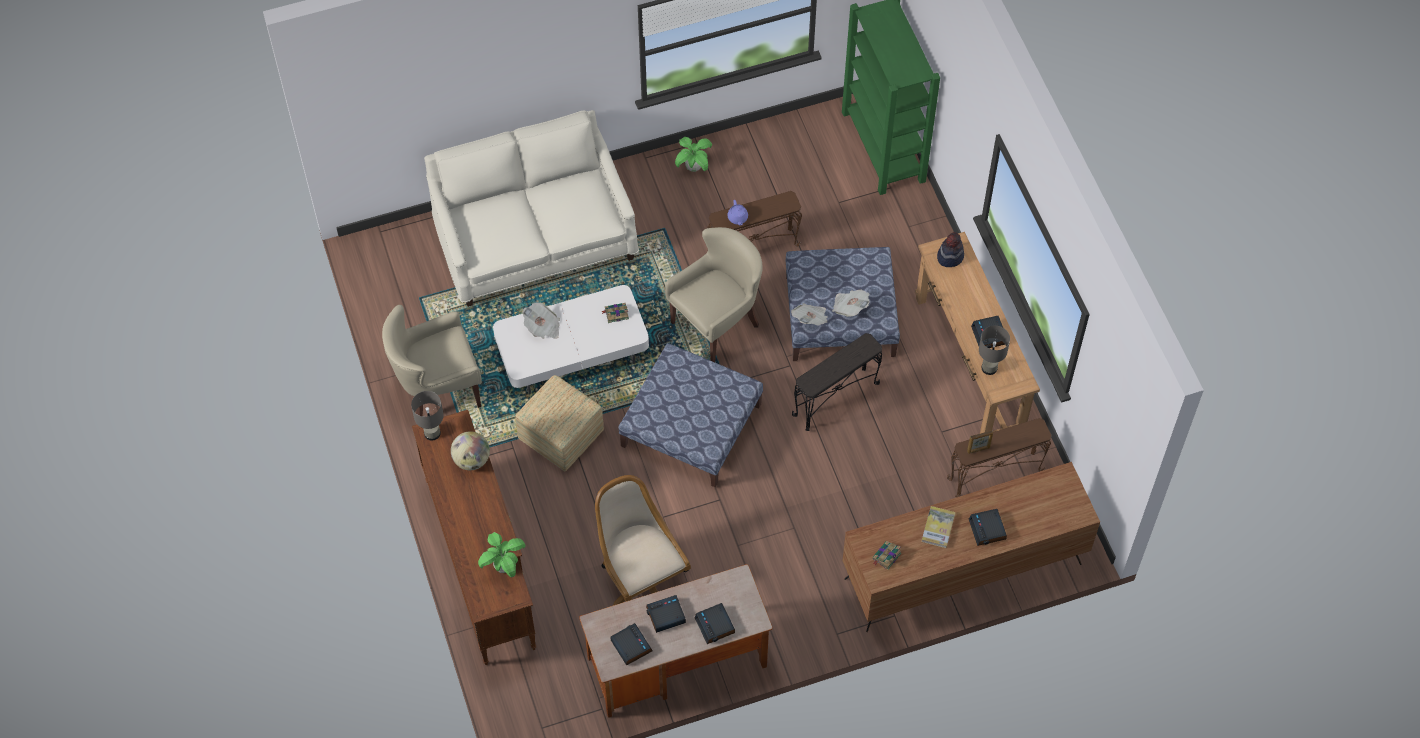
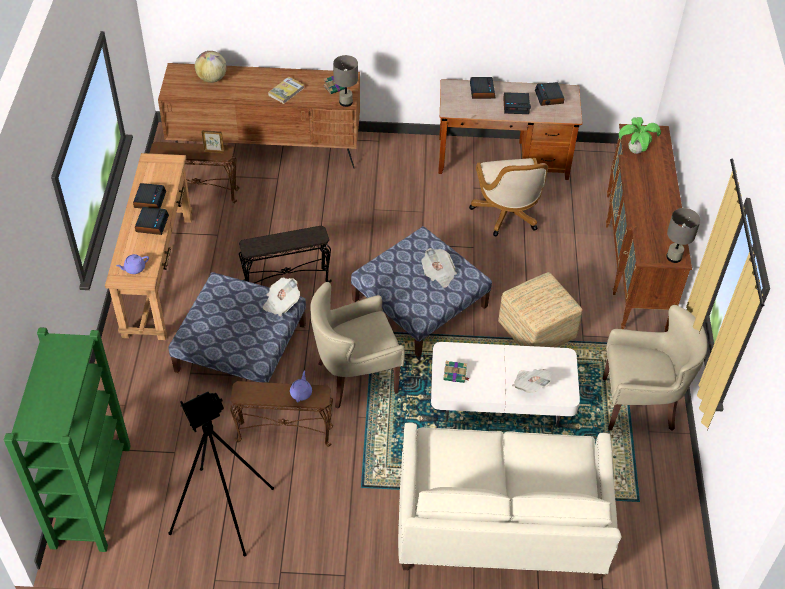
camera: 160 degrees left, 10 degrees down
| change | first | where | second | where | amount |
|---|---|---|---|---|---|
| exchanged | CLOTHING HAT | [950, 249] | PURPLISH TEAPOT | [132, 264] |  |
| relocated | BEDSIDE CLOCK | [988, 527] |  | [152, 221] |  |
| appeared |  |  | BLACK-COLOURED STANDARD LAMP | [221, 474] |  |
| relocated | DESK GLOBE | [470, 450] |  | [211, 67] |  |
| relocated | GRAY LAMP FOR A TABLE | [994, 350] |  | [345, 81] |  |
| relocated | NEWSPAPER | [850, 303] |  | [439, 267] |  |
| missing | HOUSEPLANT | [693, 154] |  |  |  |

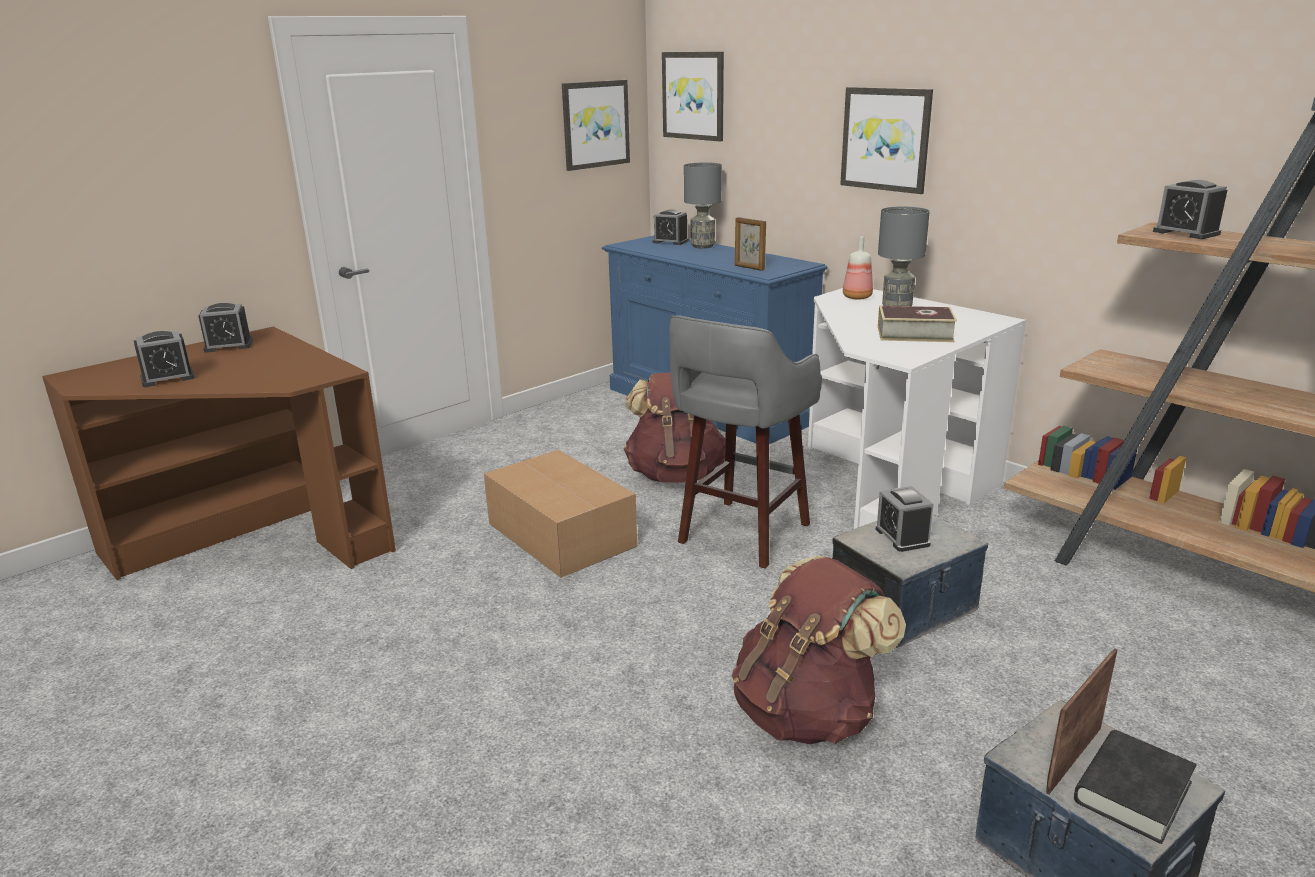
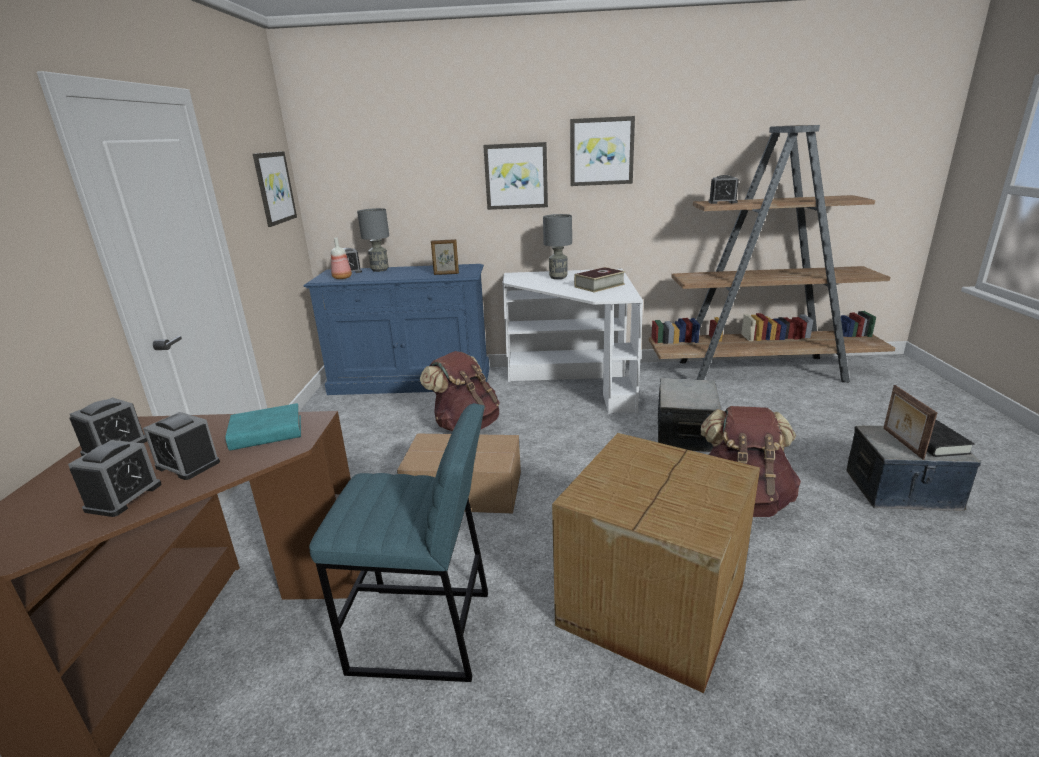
camera: 45 degrees left, 0 degrees up
| change | first | where | second | where | amount |
|---|---|---|---|---|---|
| relocated | BEDSIDE CLOCK | [905, 519] |  | [181, 446] |  |
| appeared |  |  | BLUE-GREEN VOLUME | [263, 427] |  |
| appeared |  |  | BLUE SITTING STOOL | [398, 542] |  |
| relocated | DRINK BOTTLE | [858, 267] |  | [341, 258] |  |
| appeared |  |  | CARTON | [656, 563] |  |
| relocated | WALL PICTURE | [693, 97] |  | [602, 151] |  |
| missing | GRAY SITTING STOOL | [745, 442] |  |  |  |

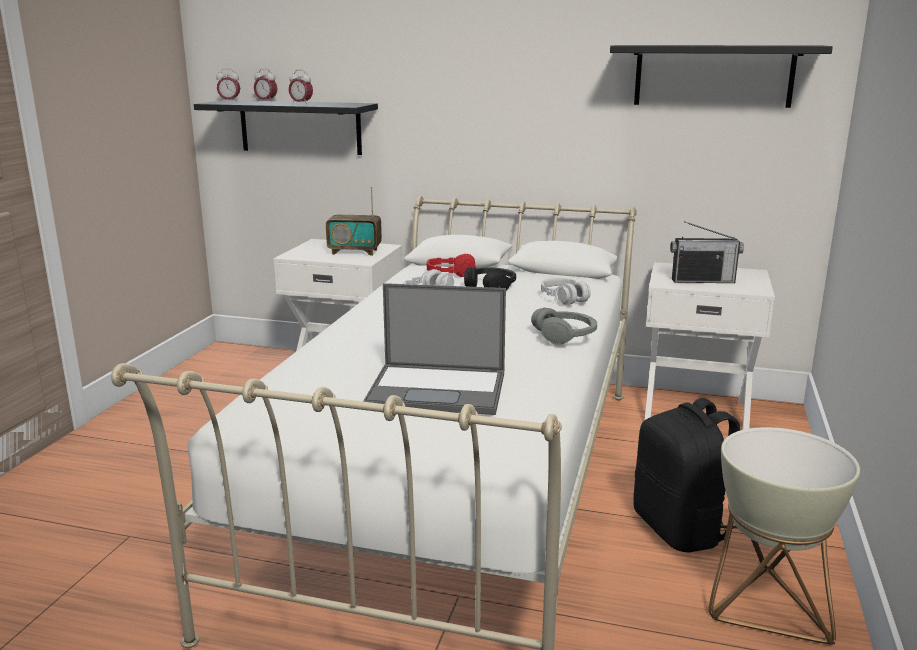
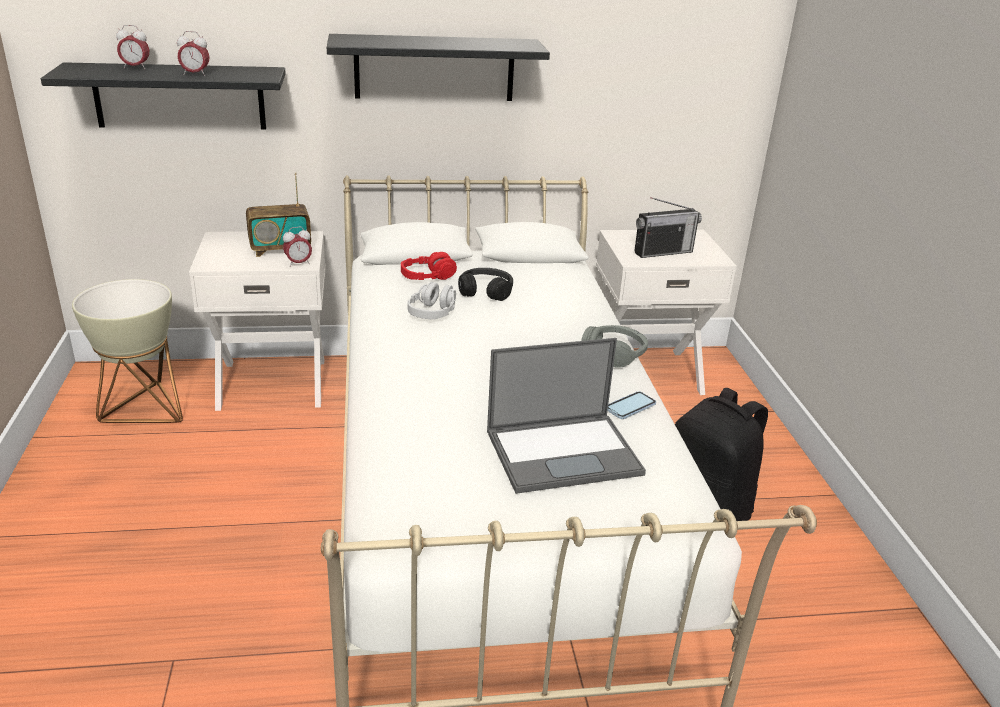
camera: 25 degrees left, 10 degrees up
| change | first | where | second | where | amount |
|---|---|---|---|---|---|
| relocated | PLANT POT | [784, 535] |  | [127, 351] |  |
| relocated | BEDSIDE CLOCK | [228, 85] |  | [297, 247] |  |
| relocated | BLACK-COLOURED BRACKET SHELF | [721, 76] |  | [438, 67] |  |
| appeared |  |  | TELEPHONE | [632, 405] |  |
| missing | GRAY PAIR OF HEADPHONES | [566, 291] |  |  |  |

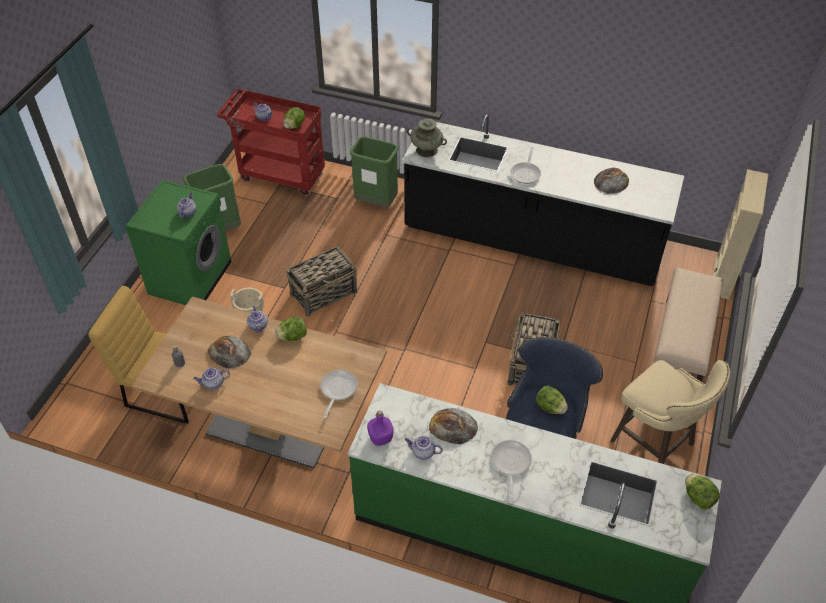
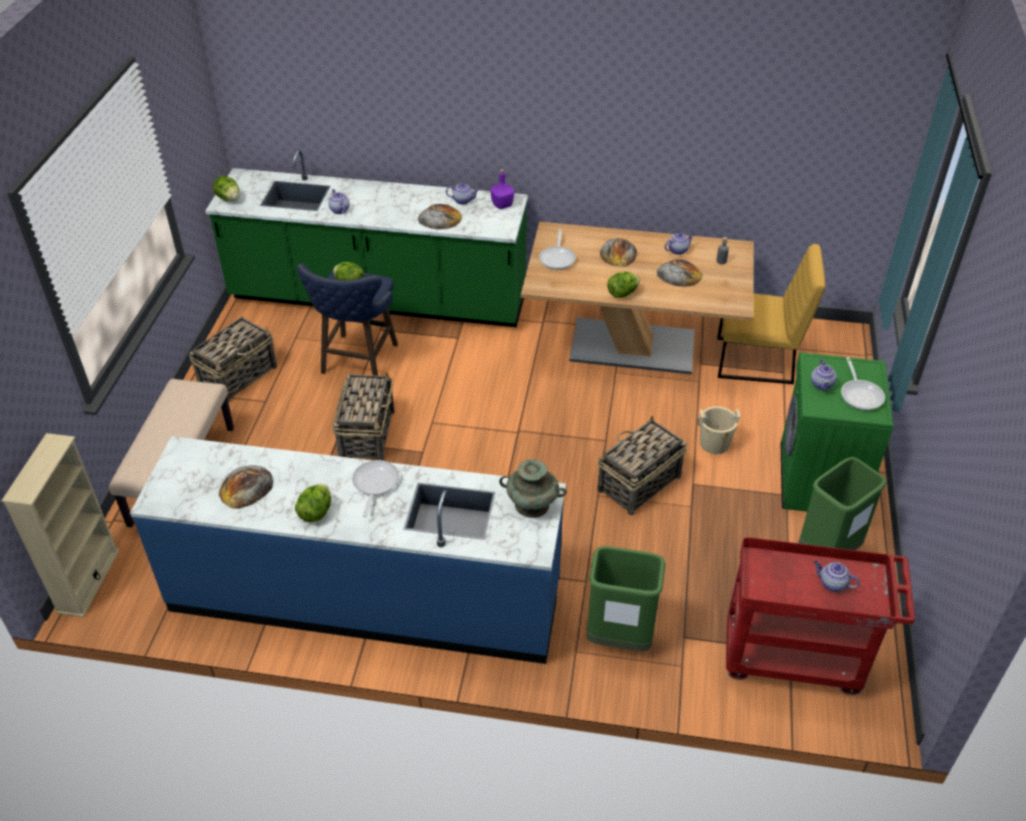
camera: 170 degrees right, 5 degrees down
| change | first | where | second | where | amount |
|---|---|---|---|---|---|
| colour | BLACK-COLOURED COUNTER | [543, 200] | BLUE COUNTER | [348, 550] |  |
| exchanged | BEIGE SITTING STOOL | [670, 412] | HOUSEHOLD BASKET | [233, 360] |  |
| relocated | LETTUCE | [294, 118] |  | [313, 503] |  |
| relocated | TEAPOT | [257, 319] |  | [339, 201] |  |
| appeared |  |  | BAKED BREAD | [618, 252] |  |
| relocated | SKILLET | [511, 469] |  | [863, 383] |  |

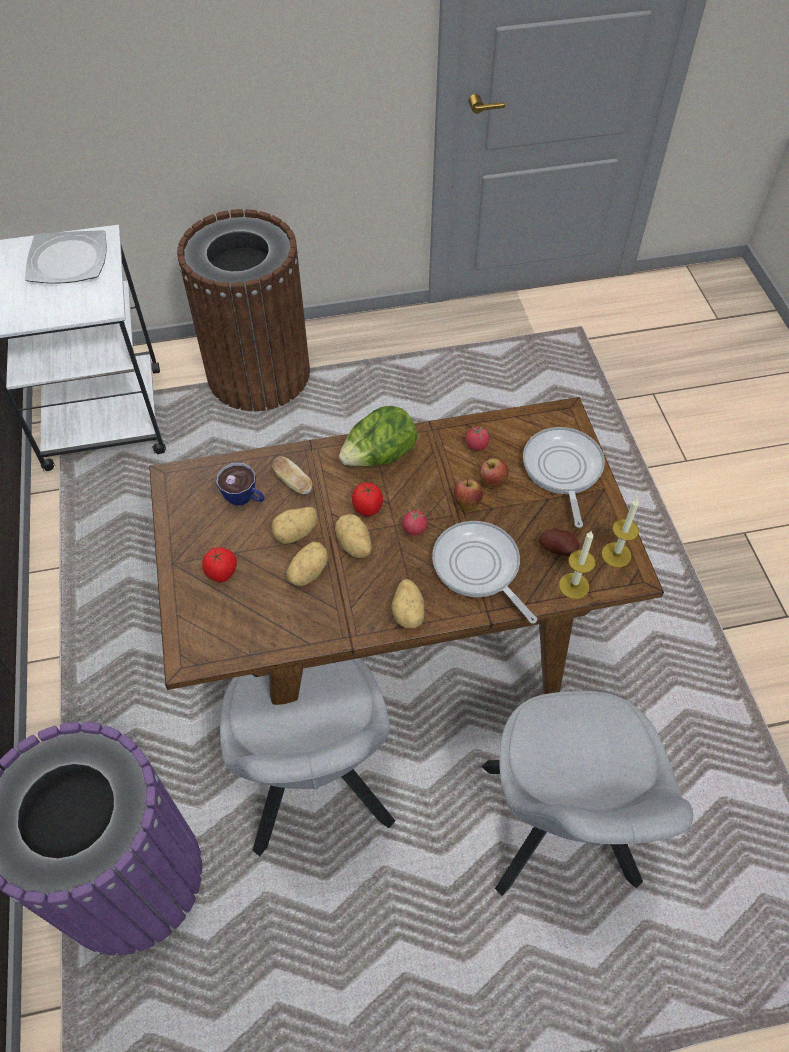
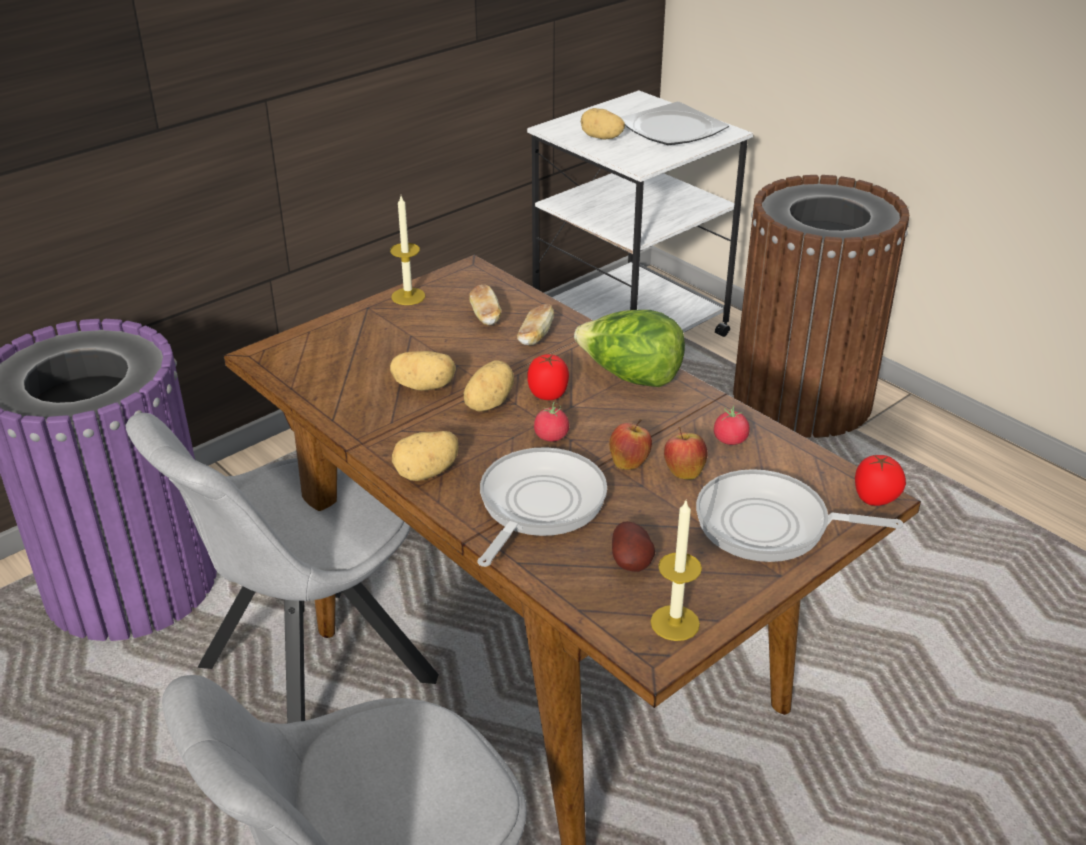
camera: 60 degrees right, 20 degrees down
| change | first | where | second | where | amount |
|---|---|---|---|---|---|
| relocated | WAX LIGHT | [577, 564] |  | [407, 250] |  |
| exchanged | SMALL CUP | [240, 484] | BAKED BREAD | [485, 304] |  |
| relocated | SPUD | [294, 525] |  | [603, 124] |  |
| spun | SKILLET | [564, 477] |  | [800, 515] | 135 degrees counterclockwise |
| relocated | FRESH TOMATO | [219, 564] |  | [880, 480] |  |

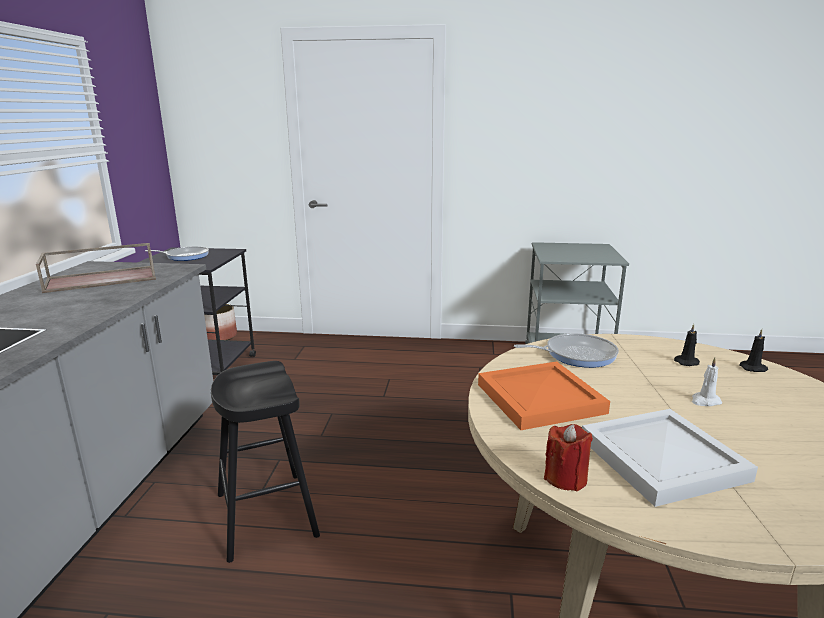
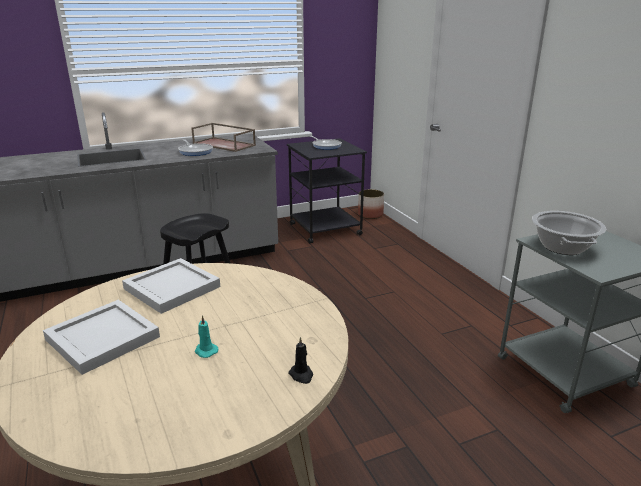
camera: 60 degrees right, 5 degrees up
| change | first | where | second | where | amount |
|---|---|---|---|---|---|
| colour | ORANGE SERVING TRAY | [544, 395] | WHITE SERVING TRAY | [171, 286] |  |
| relocated | SKILLET | [566, 350] |  | [195, 147] |  |
| colour | WHITE WAX LIGHT | [707, 381] | BLUE-GREEN WAX LIGHT | [206, 336] |  |
| appeared |  |  | STOCKPOT | [569, 233] |  |
| missing | RED WAX LIGHT | [568, 457] |  |  |  |
| missing | BLACK-COLOURED WAX LIGHT | [687, 345] |  |  |  |

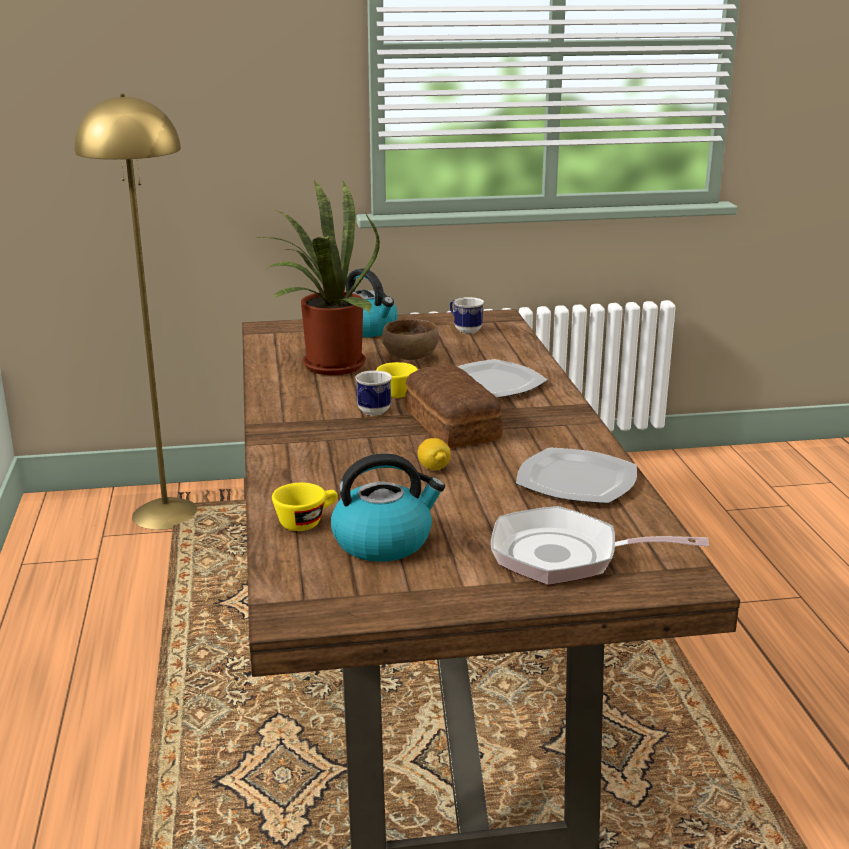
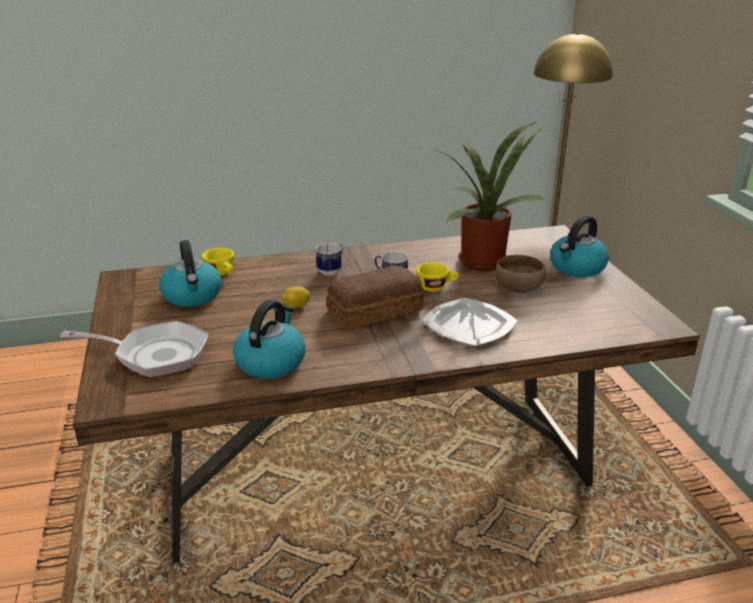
camera: 85 degrees right, 5 degrees up
| change | first | where | second | where | amount |
|---|---|---|---|---|---|
| spun | SKILLET | [600, 545] |  | [134, 349] | 90 degrees clockwise |
| exchanged | FLAT DISH | [576, 475] | KETTLE | [269, 339] |  |
| relocated | TEA MUG | [467, 315] |  | [329, 259] |  |

